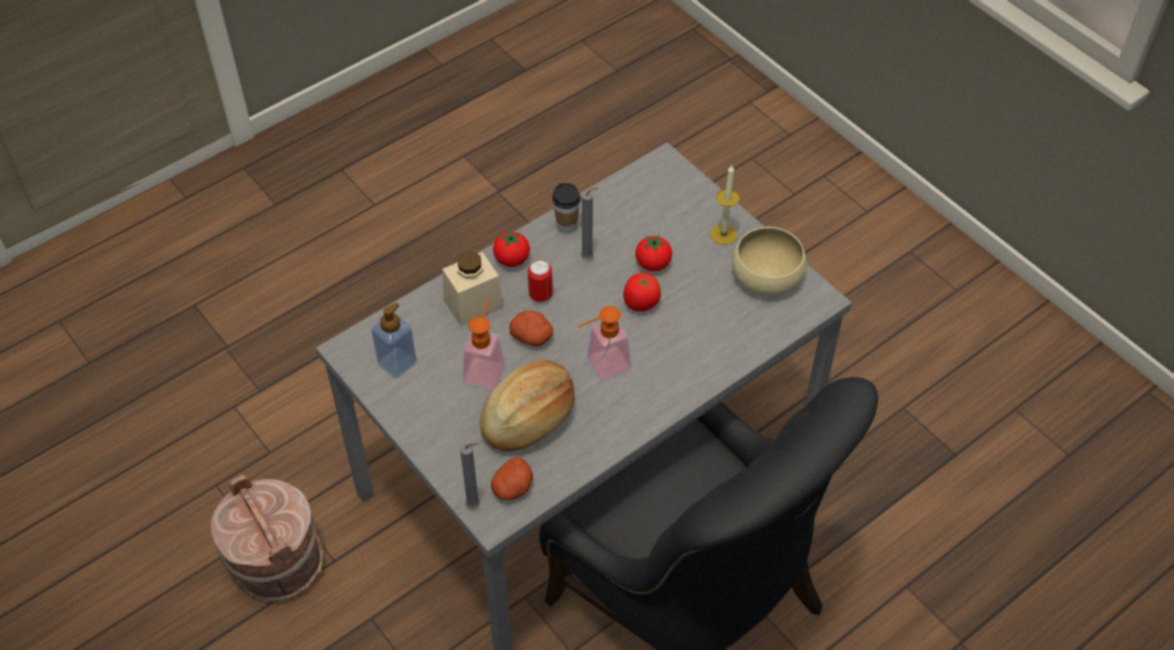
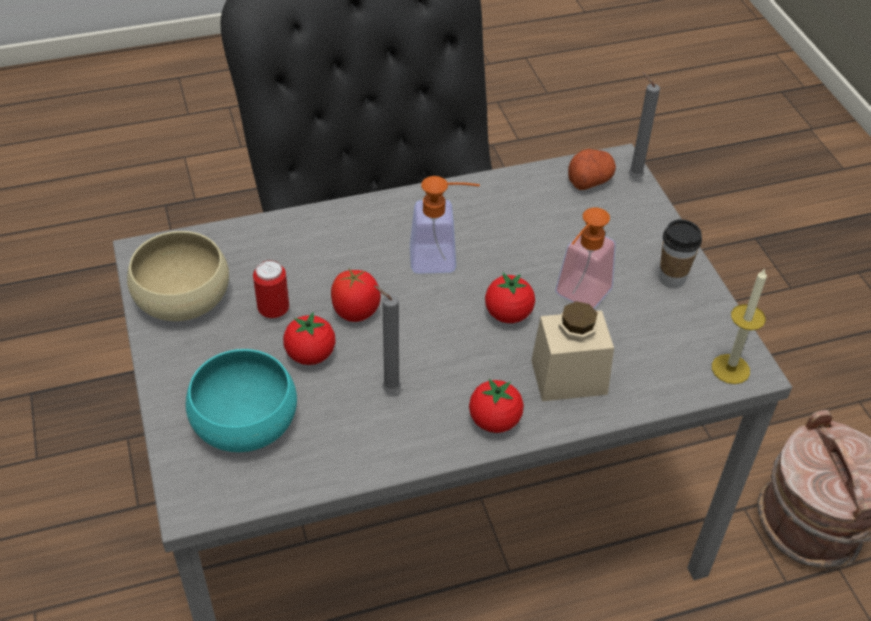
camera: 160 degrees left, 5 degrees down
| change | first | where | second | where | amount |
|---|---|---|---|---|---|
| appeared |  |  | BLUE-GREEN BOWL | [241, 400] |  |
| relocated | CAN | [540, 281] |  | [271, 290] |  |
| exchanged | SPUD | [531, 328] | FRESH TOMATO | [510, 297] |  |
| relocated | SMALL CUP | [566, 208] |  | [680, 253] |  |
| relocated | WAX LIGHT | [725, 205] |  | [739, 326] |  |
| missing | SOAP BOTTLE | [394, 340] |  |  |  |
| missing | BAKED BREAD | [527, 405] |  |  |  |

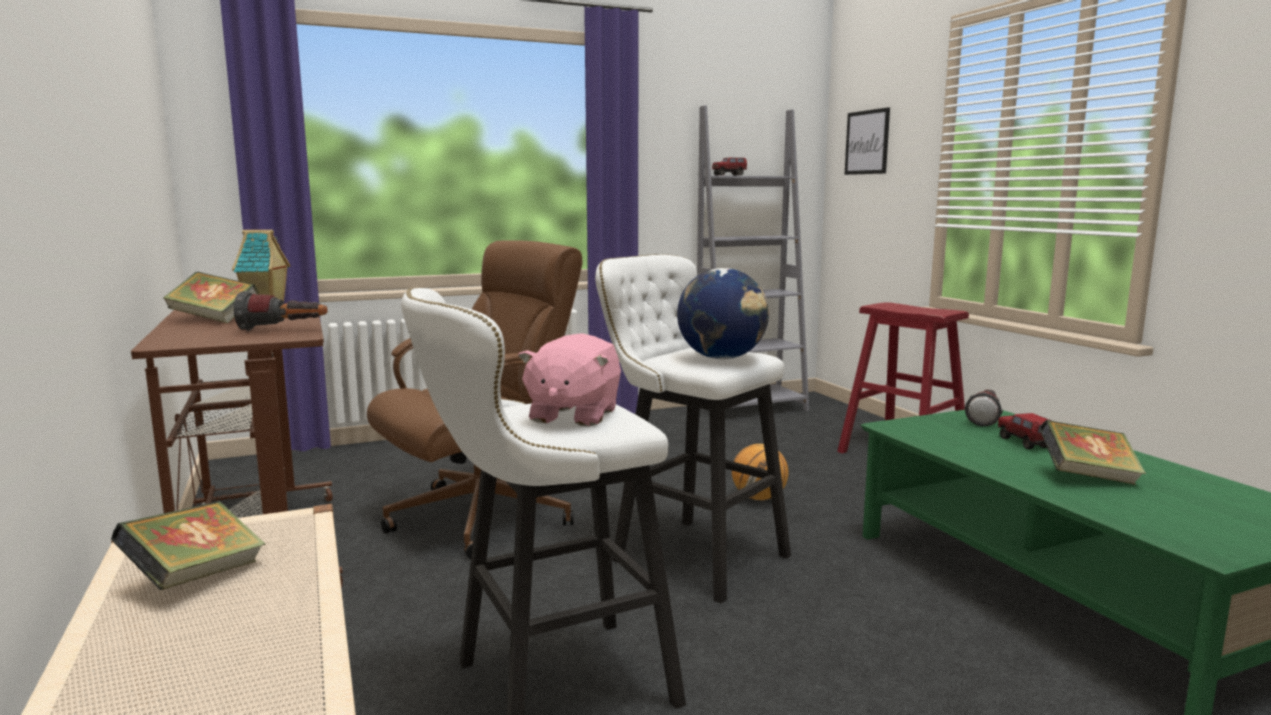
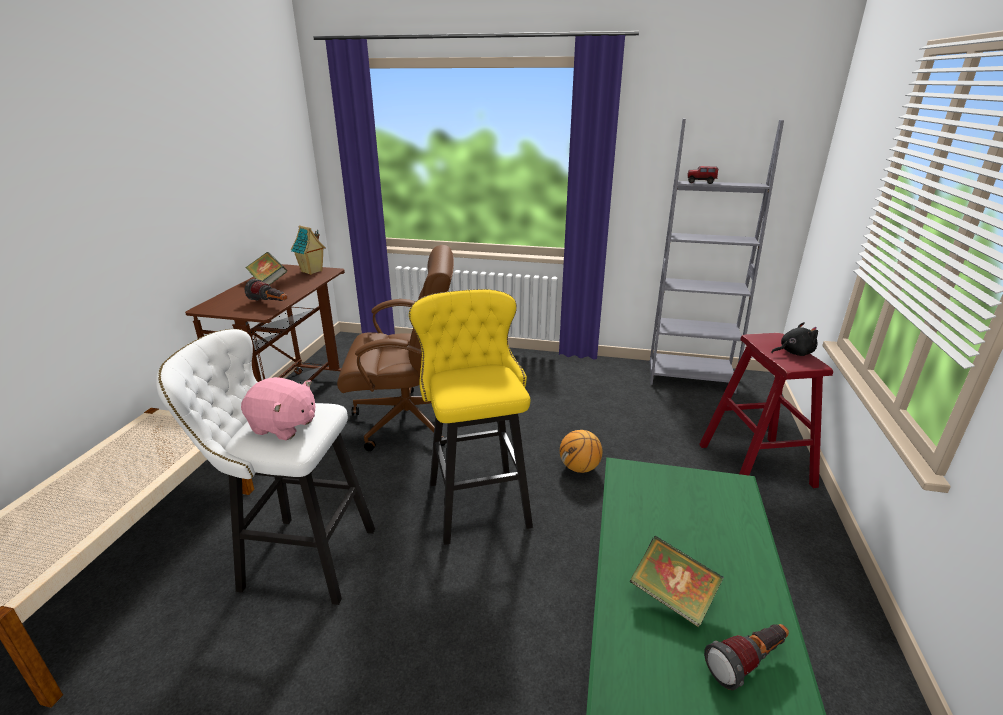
camera: 35 degrees right, 15 degrees up
| change | first | where | second | where | amount |
|---|---|---|---|---|---|
| spun | PINK-COLOURED CUDDLY TOY | [569, 379] |  | [278, 408] | 120 degrees counterclockwise |
| colour | WHITE SITTING STOOL | [693, 429] | YELLOW SITTING STOOL | [471, 417] |  |
| relocated | TORCH | [983, 408] |  | [746, 657] |  |
| appeared |  |  | BLACK-COLOURED CUDDLY TOY | [794, 339] |  |
| missing | VOLUME | [188, 545] |  |  |  |
| missing | DESK GLOBE | [723, 314] |  |  |  |
| missing | WALL PICTURE | [867, 141] |  |  |  |
| missing | TOY TRUCK | [1025, 431] |  |  |  |

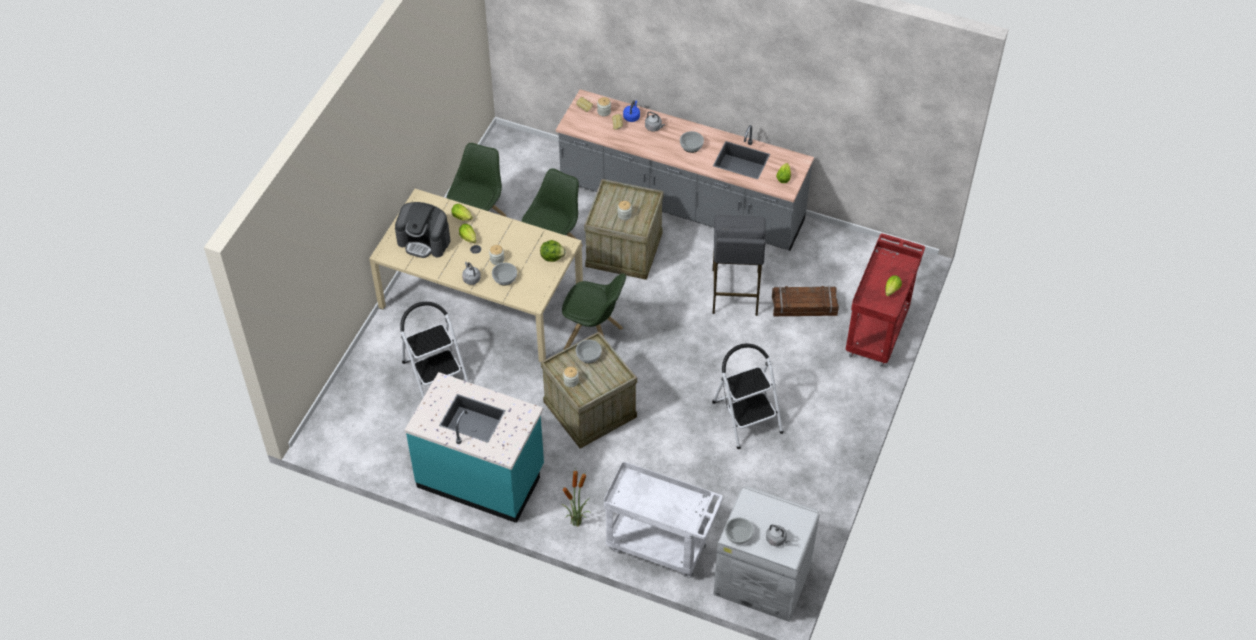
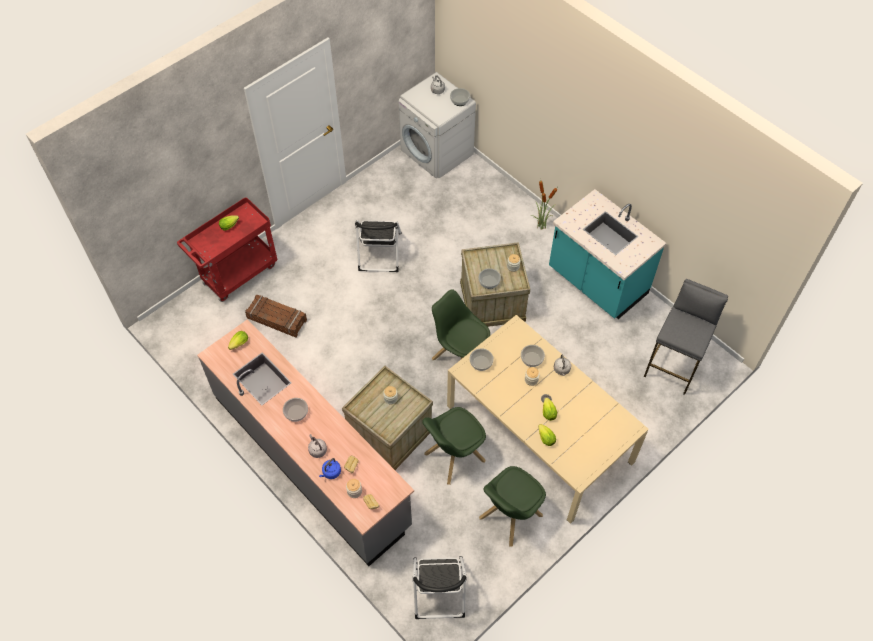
camera: 155 degrees left, 5 degrees up
| change | first | where | second | where | amount |
|---|---|---|---|---|---|
| relocated | STEP STOOL | [434, 350] |  | [440, 587] |  |
| exchanged | LETTUCE | [553, 251] | BOWL | [482, 359] |  |
| relocated | GRAY SITTING STOOL | [738, 265] |  | [686, 337] |  |
| missing | COFFEE BREWER | [422, 230] |  |  |  |
| missing | WHITE WHEELED CART | [663, 520] |  |  |  |

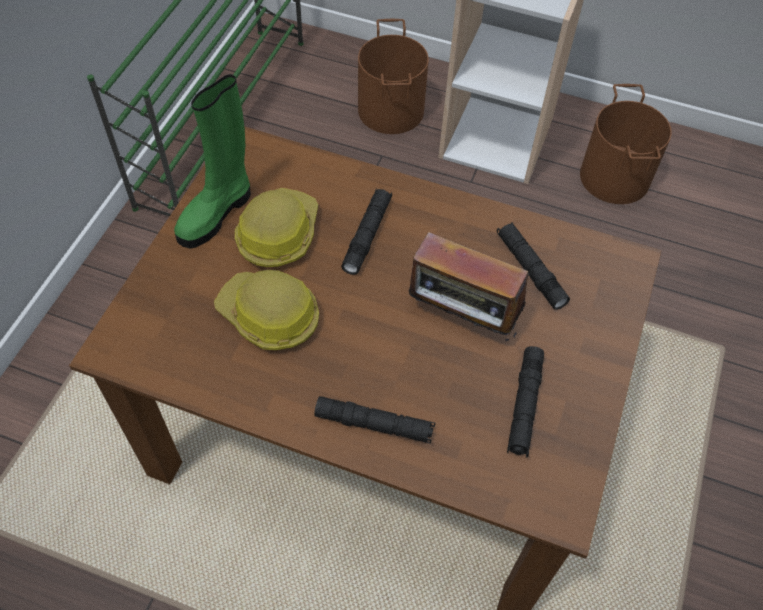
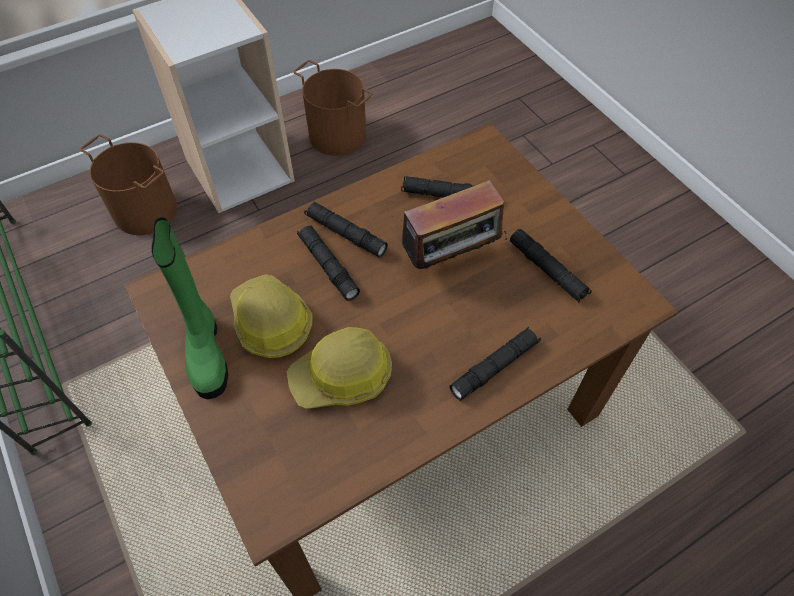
camera: 50 degrees left, 0 degrees up
| change | first | where | second | where | amount |
|---|---|---|---|---|---|
| appeared |  |  | BLACK-COLOURED TORCH | [346, 229] |  |

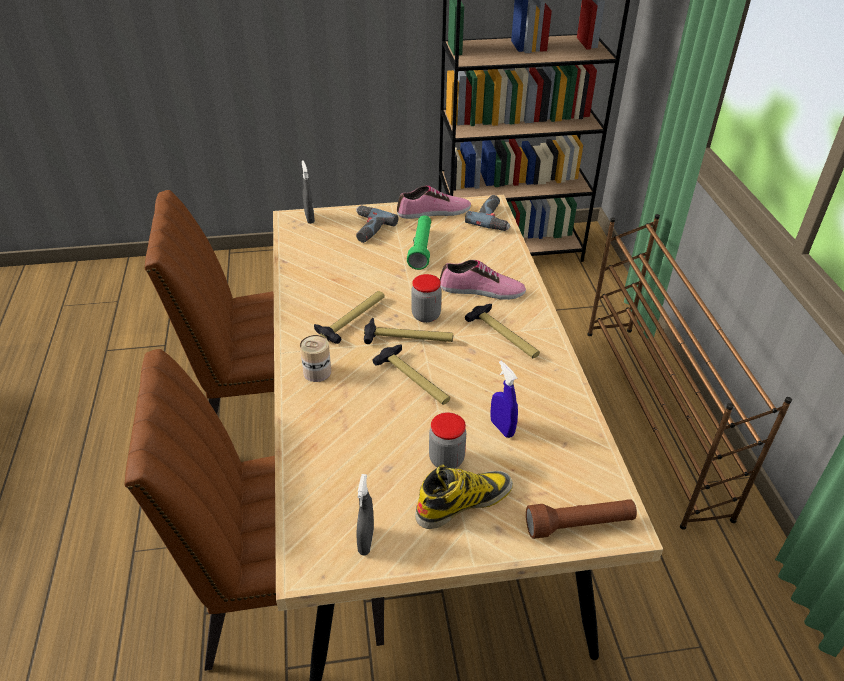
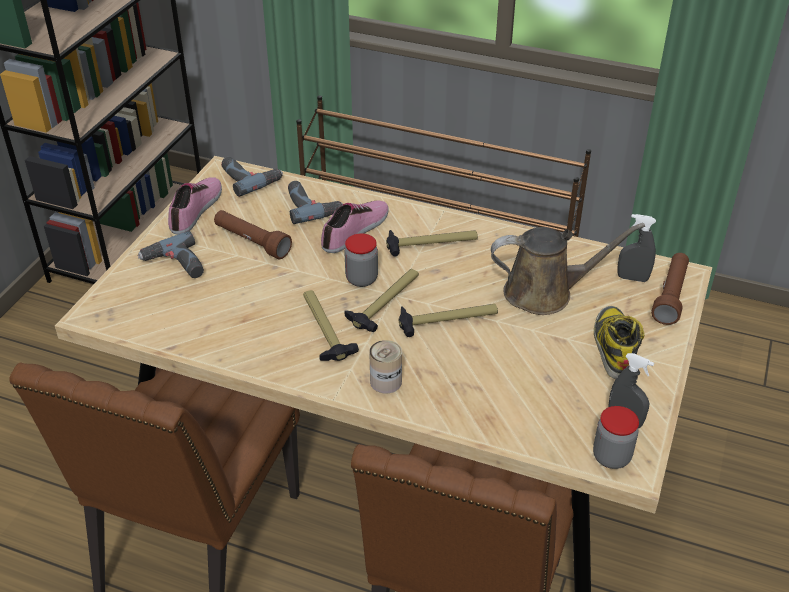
camera: 60 degrees left, 0 degrees up
| change | first | where | second | where | amount |
|---|---|---|---|---|---|
| colour | GREEN TORCH | [419, 242] | BROWNISH TORCH | [253, 234] |  |
| appeared |  |  | POWER DRILL | [315, 202] |  |
| exchanged | BLUE HAND SPRAYER | [504, 399] | BROWNISH SPRINKLING CAN | [568, 269] |  |
| relocated | JAR | [447, 440] |  | [616, 437] |  |
| relocated | GRAY HAND SPRAYER | [308, 192] |  | [637, 248] |  |

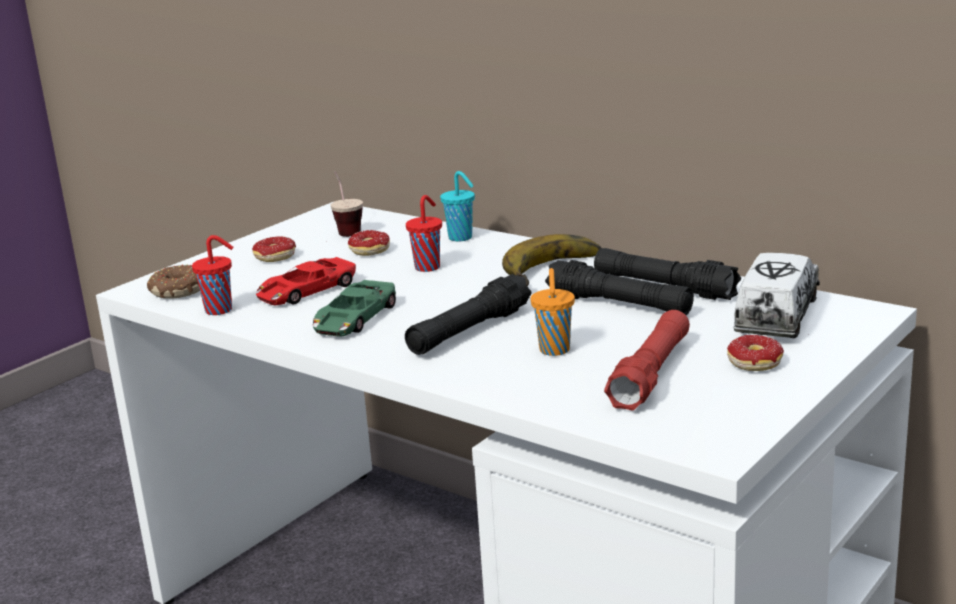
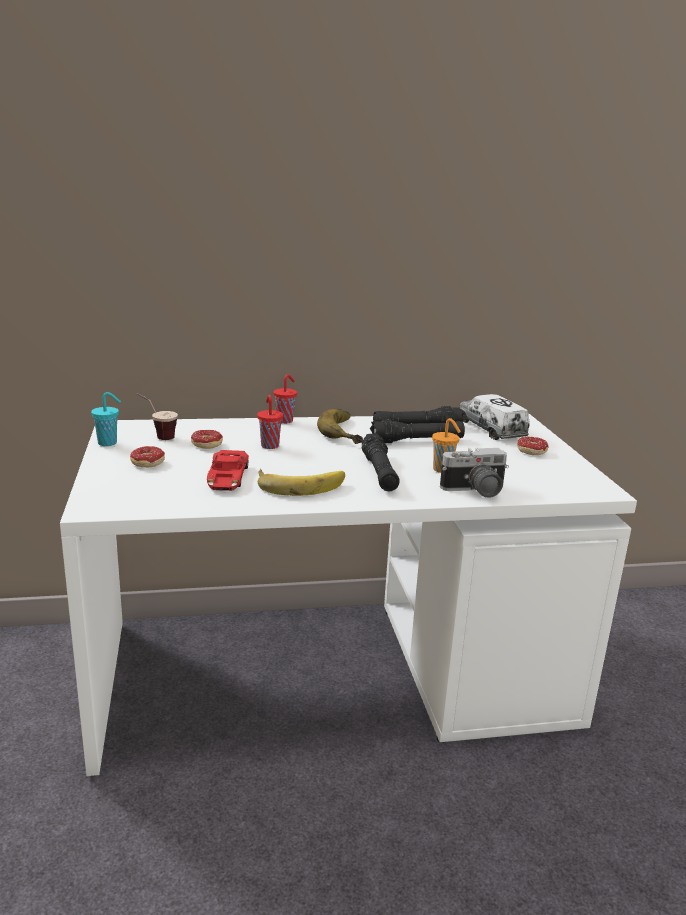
camera: 50 degrees left, 0 degrees up
| change | first | where | second | where | amount |
|---|---|---|---|---|---|
| relocated | BLUE-GREEN SMALL CUP | [457, 206] |  | [106, 419] |  |
| exchanged | GREEN MINIATURE CAR | [354, 308] | BANANA FRUIT | [301, 482] |  |
| relocated | RED SMALL CUP | [212, 275] |  | [285, 399] |  |
| appeared |  |  | STILL CAMERA | [474, 473] |  |
| missing | DOUGHNUT | [173, 281] |  |  |  |
| missing | RED TORCH | [647, 360] |  |  |  |

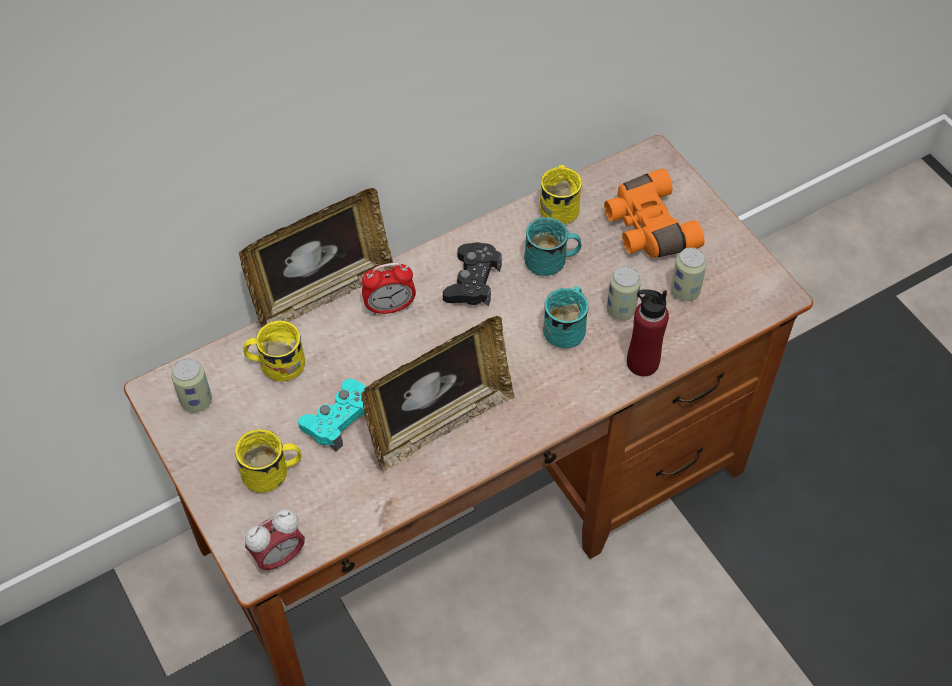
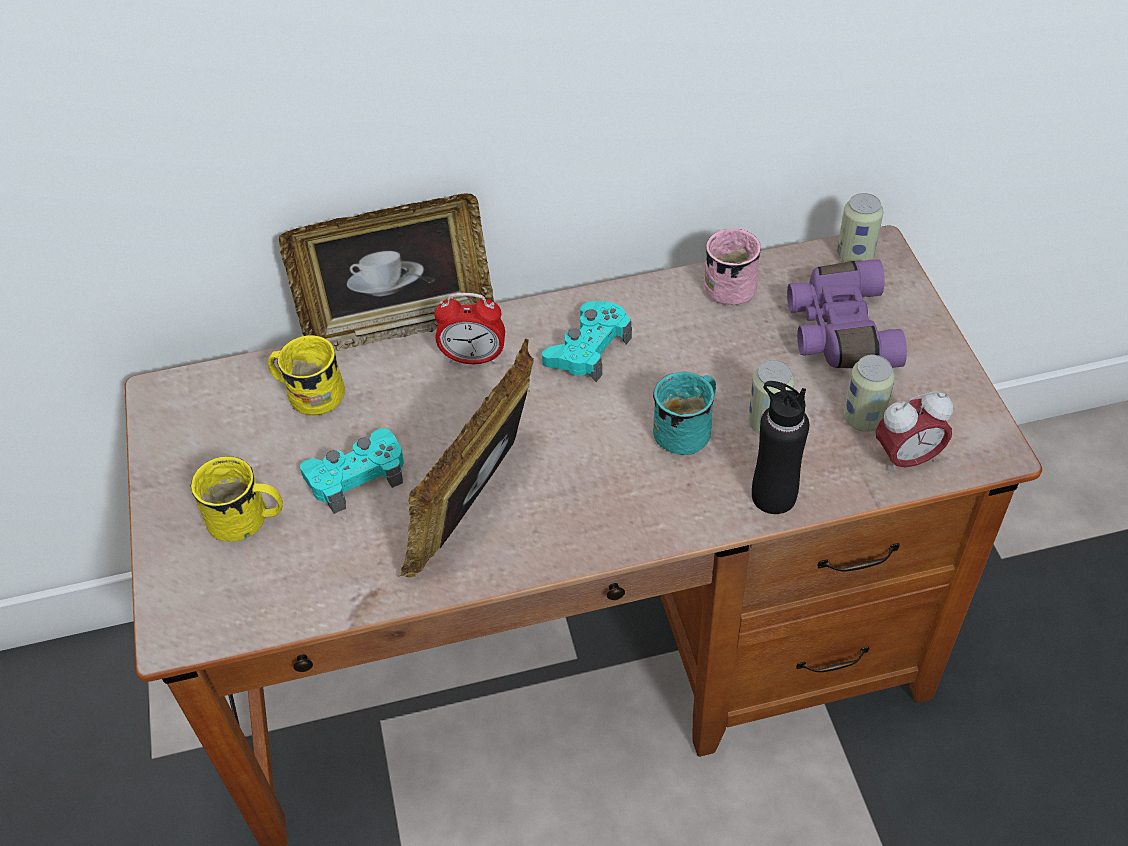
camera: 20 degrees right, 5 degrees down
| change | first | where | second | where | amount |
|---|---|---|---|---|---|
| spun | PHOTO FRAME | [438, 393] |  | [467, 458] | 135 degrees clockwise |
| colour | BLACK-COLOURED JOYPAD | [472, 274] | BLUE-GREEN JOYPAD | [587, 341] |  |
| colour | YELLOW TEA MUG | [560, 194] | PINK-COLOURED TEA MUG | [732, 267] |  |
| colour | RED DRINK BOTTLE | [648, 332] | BLACK-COLOURED DRINK BOTTLE | [780, 447] |  |
| colour | ORANGE FIELD GLASSES | [654, 213] | PURPLISH FIELD GLASSES | [847, 314] |  |
| relocated | CAN | [191, 385] |  | [860, 227] |  |
| relocated | BEDSIDE CLOCK | [275, 542] |  | [914, 432] |  |
| missing | BLUE-GREEN TEA MUG | [553, 246] |  |  |  |

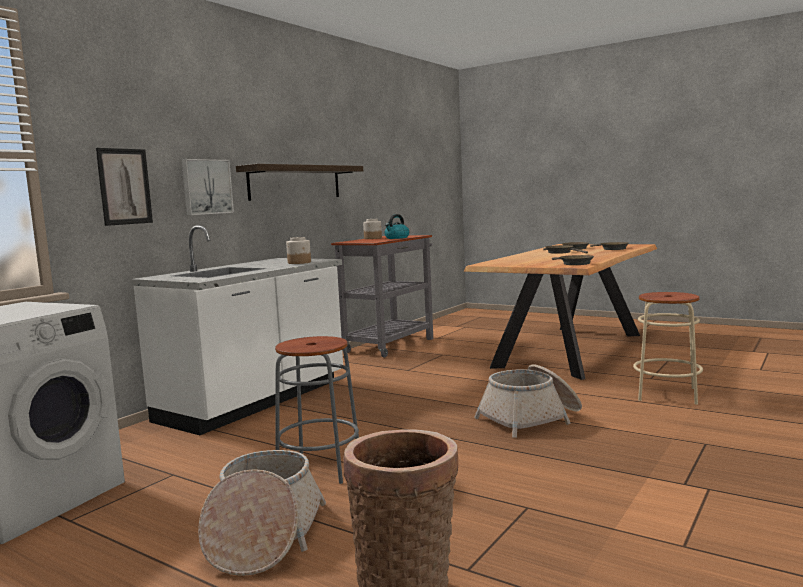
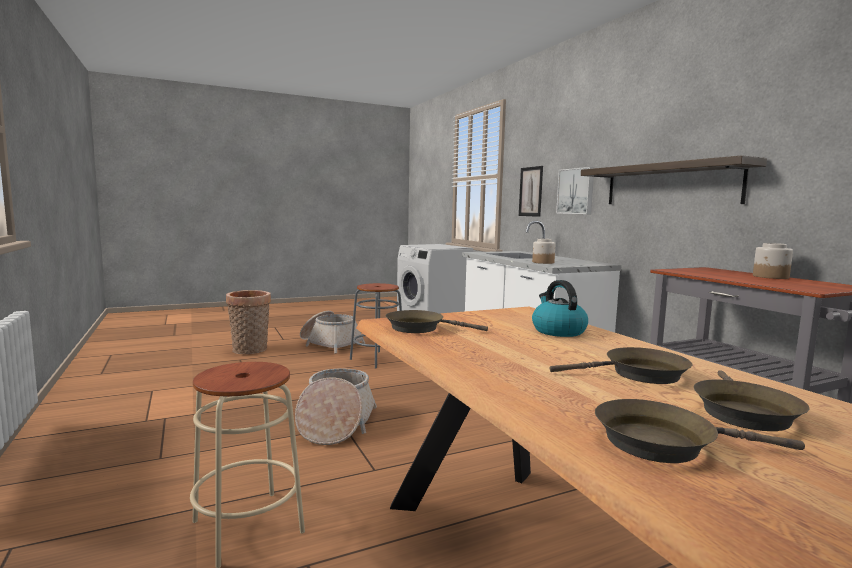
camera: 120 degrees right, 0 degrees up
| change | first | where | second | where | amount |
|---|---|---|---|---|---|
| relocated | KETTLE | [396, 226] |  | [560, 308] |  |

